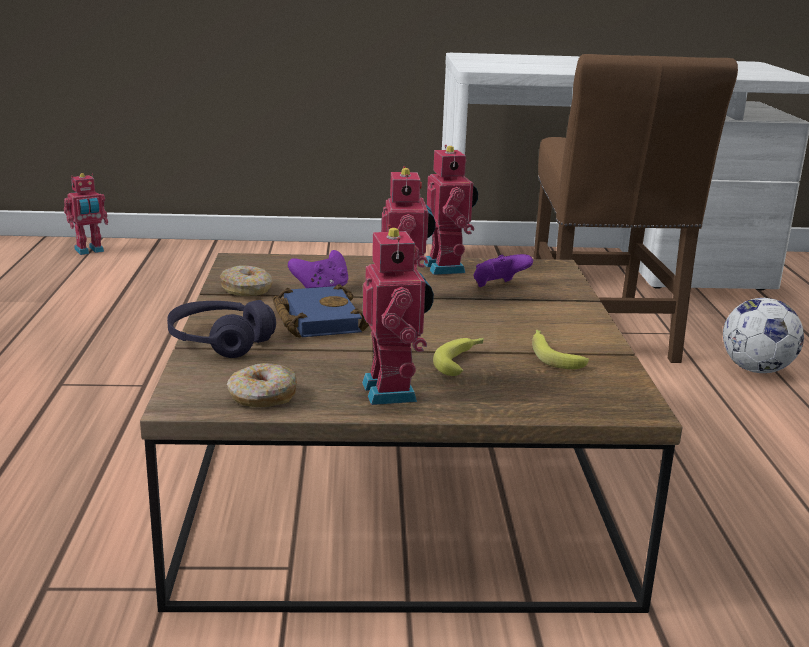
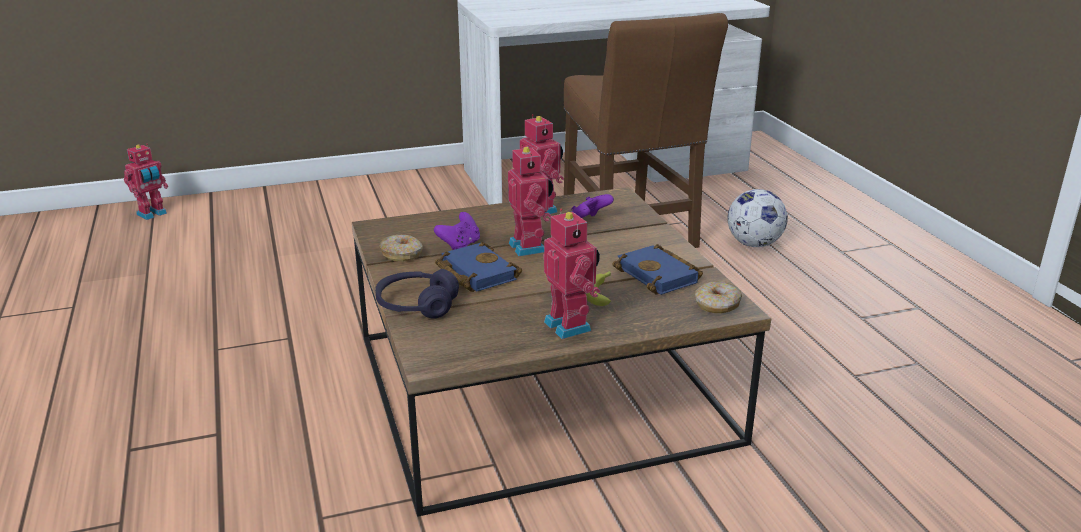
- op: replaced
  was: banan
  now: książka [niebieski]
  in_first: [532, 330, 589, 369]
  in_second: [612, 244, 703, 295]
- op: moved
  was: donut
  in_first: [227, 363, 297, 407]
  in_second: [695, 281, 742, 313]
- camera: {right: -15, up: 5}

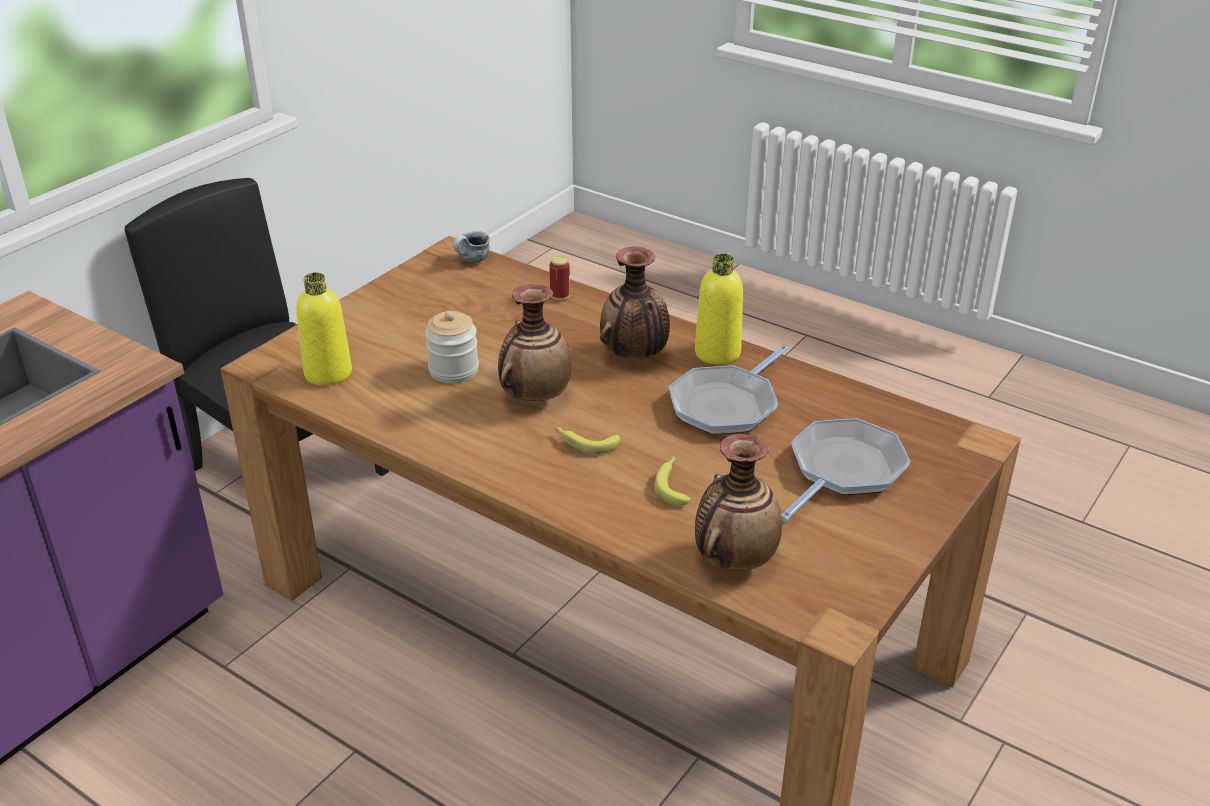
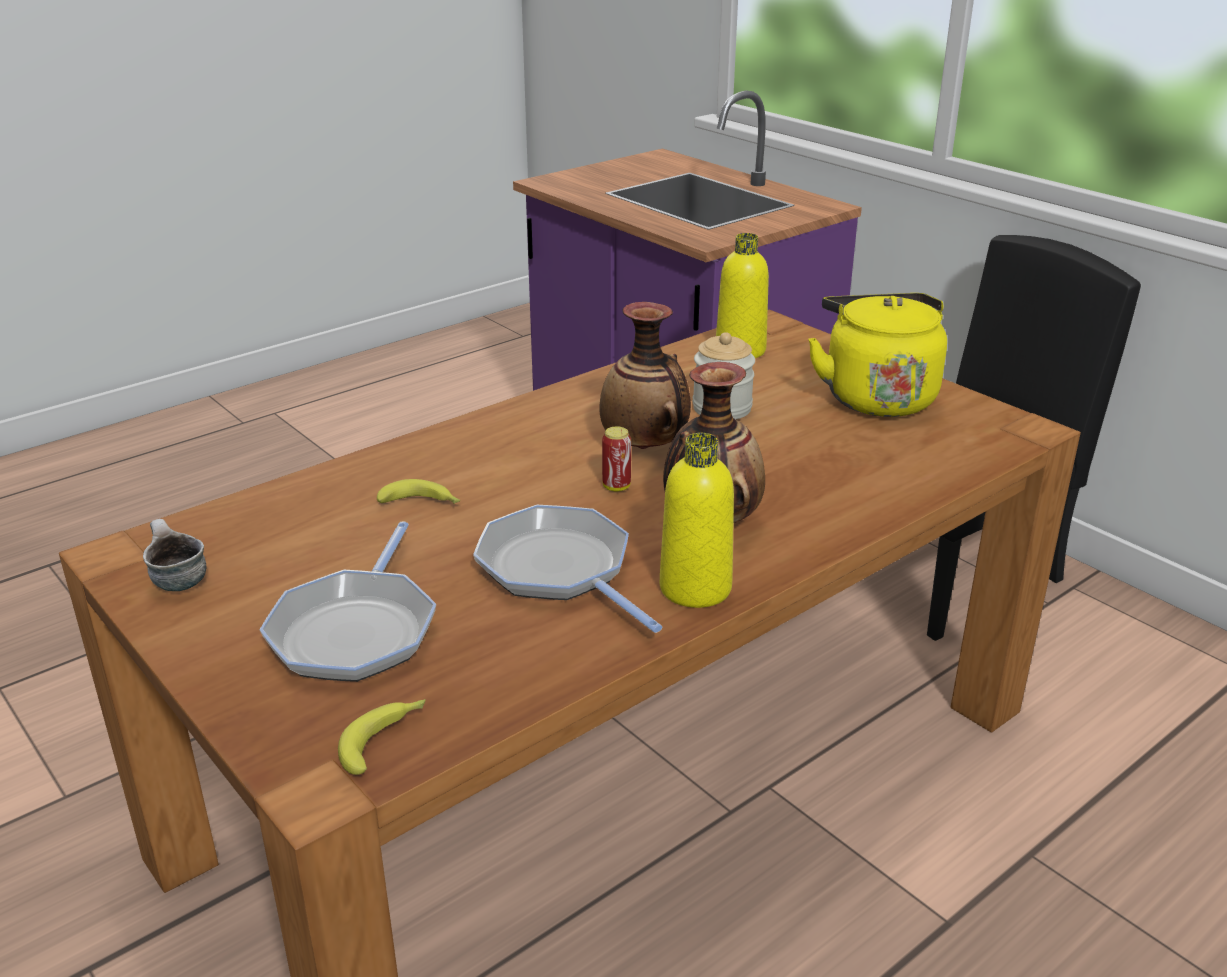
- op: moved
  was: kubek
  in_first: [453, 231, 490, 263]
  in_second: [143, 519, 207, 591]
- op: turned
  was: patelnia
  in_first: [781, 418, 910, 521]
  in_second: [259, 521, 436, 682]
  clockwise: 45
- op: moved
  was: banan
  in_first: [554, 427, 620, 454]
  in_second: [338, 699, 426, 775]
- op: moved
  was: puszka
  in_first: [549, 256, 570, 300]
  in_second: [602, 427, 631, 491]
- op: added
  now: czajnik [żółty]
  in_second: [808, 293, 947, 417]
- op: removed
  was: wazon
  in_first: [695, 434, 782, 570]
- camera: {right: 105, up: -5}

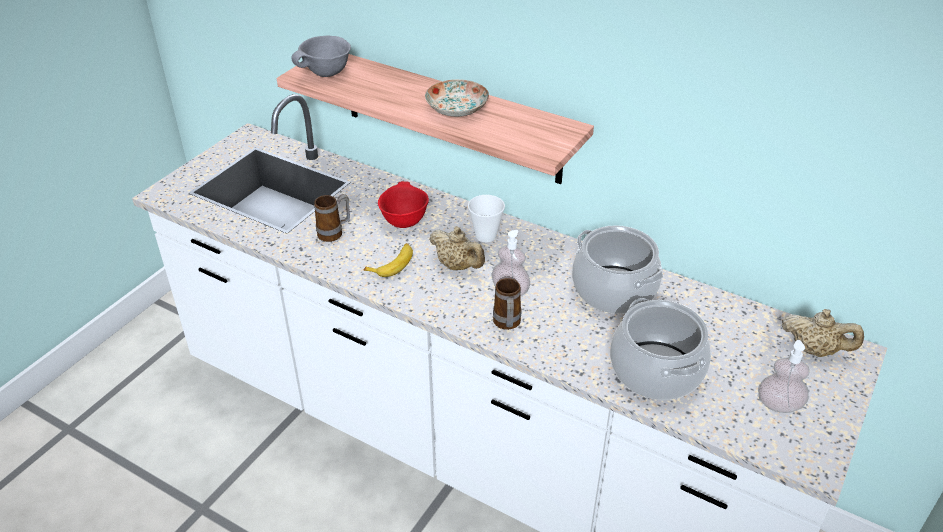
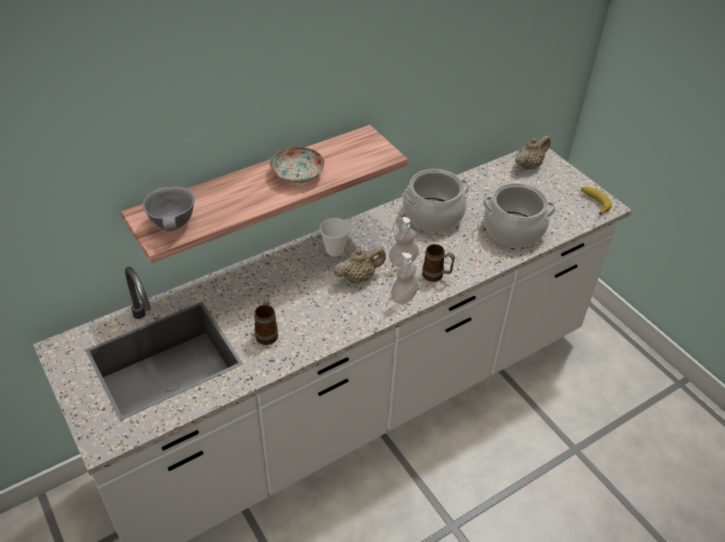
- op: moved
  was: dozownik mydła
  in_first: [758, 340, 810, 413]
  in_second: [391, 253, 419, 304]
- op: moved
  was: banan
  in_first: [363, 243, 413, 277]
  in_second: [581, 187, 612, 215]
- op: removed
  was: miska [czerwony]
  in_first: [378, 181, 429, 228]
- camera: {right: -65, up: 5}

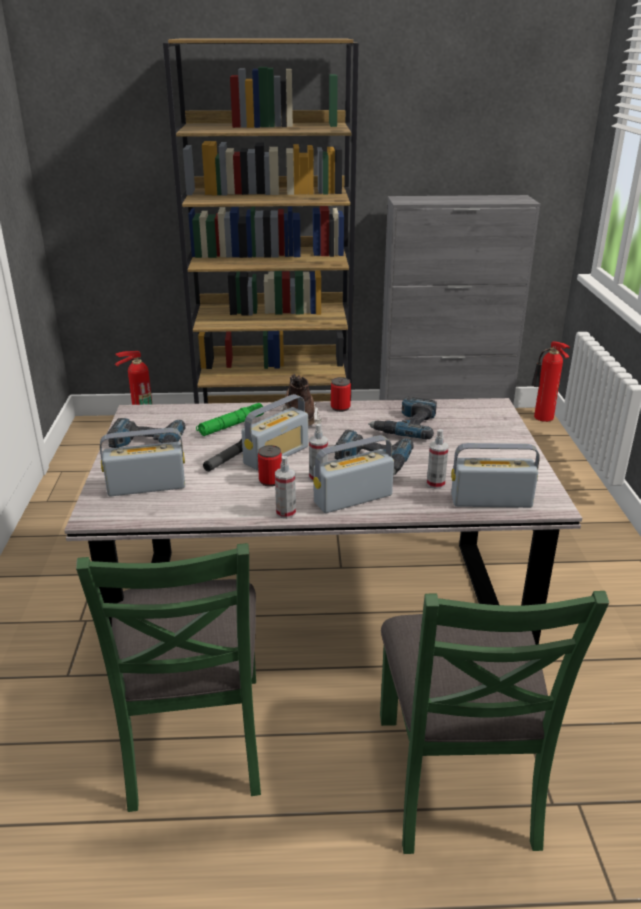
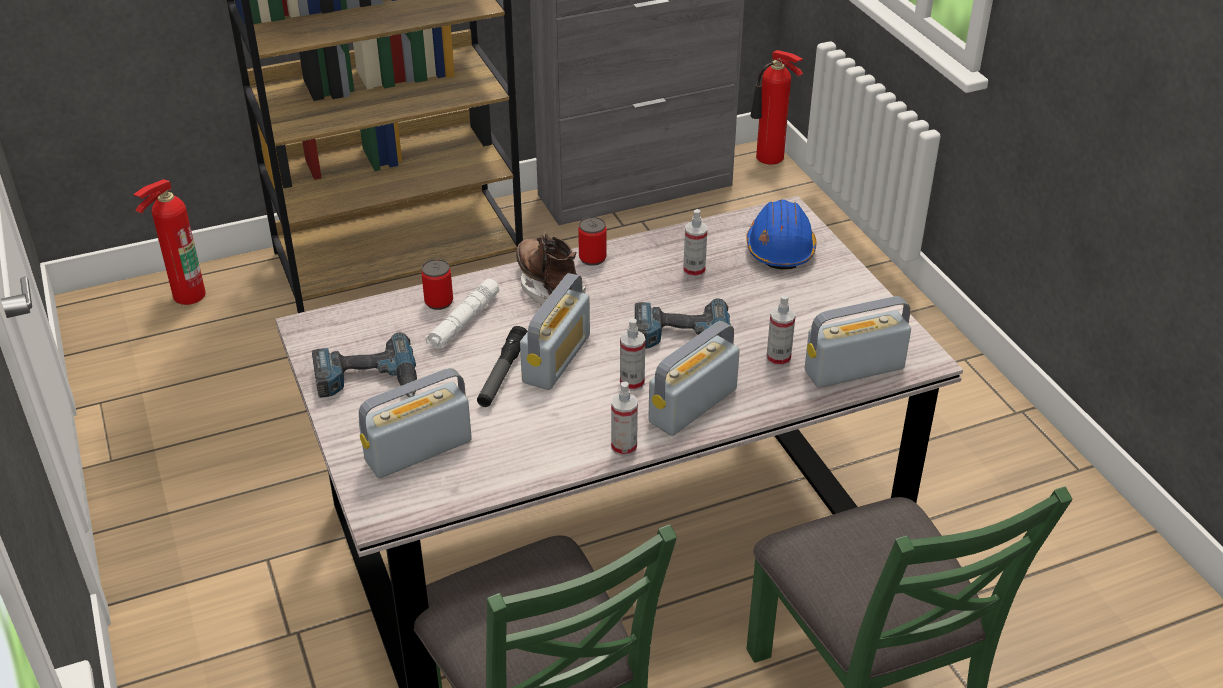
- op: moved
  was: puszka
  in_first: [258, 445, 282, 487]
  in_second: [421, 259, 453, 310]
- op: recoloured
  was: latarka [zielony]
  now: latarka [biały]
  in_first: [196, 403, 264, 436]
  in_second: [426, 279, 500, 349]
- op: replaced
  was: wiertarka
  now: spryskiwacz
  in_first: [368, 397, 437, 439]
  in_second: [683, 209, 707, 278]
- op: added
  now: kask [niebieski]
  in_second: [746, 200, 816, 270]
- camera: {right: -20, up: 10}

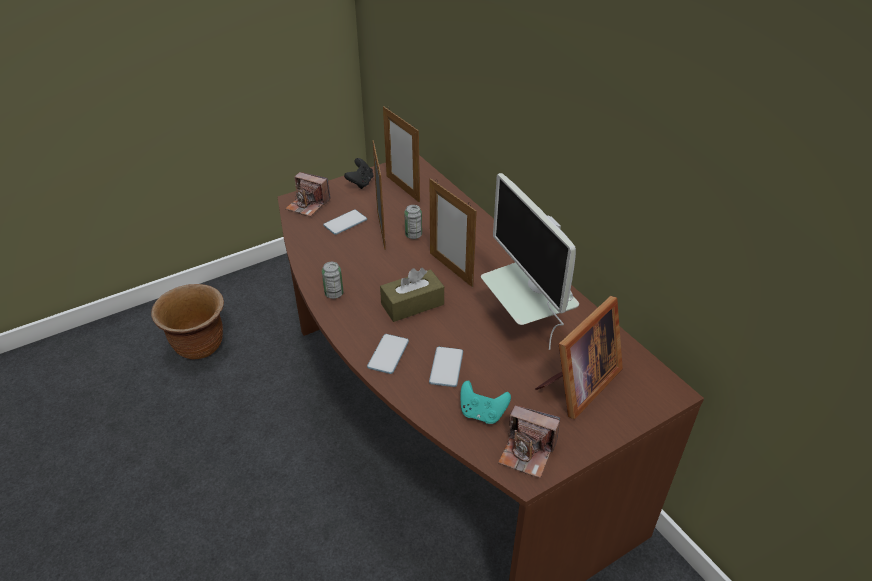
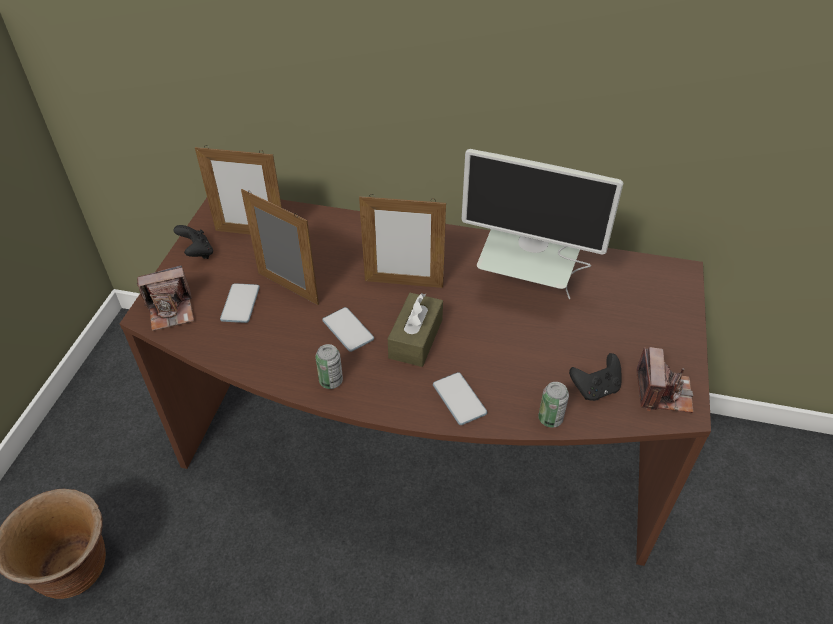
- op: moved
  was: telefon
  in_first: [429, 347, 463, 387]
  in_second: [322, 307, 374, 352]
- op: moved
  was: puszka
  in_first: [404, 205, 422, 239]
  in_second: [538, 382, 569, 428]
- op: recoloured
  was: pad do gier [turkusowy]
  now: pad do gier [czarny]
  in_first: [460, 381, 511, 424]
  in_second: [569, 353, 621, 401]
- op: turned
  was: aparat fotograficzny
  in_first: [498, 405, 560, 478]
  in_second: [636, 347, 694, 413]
  clockwise: -60
- op: removed
  was: ramka na zdjęcie
  in_first: [535, 296, 623, 419]
- camera: {right: -45, up: 5}

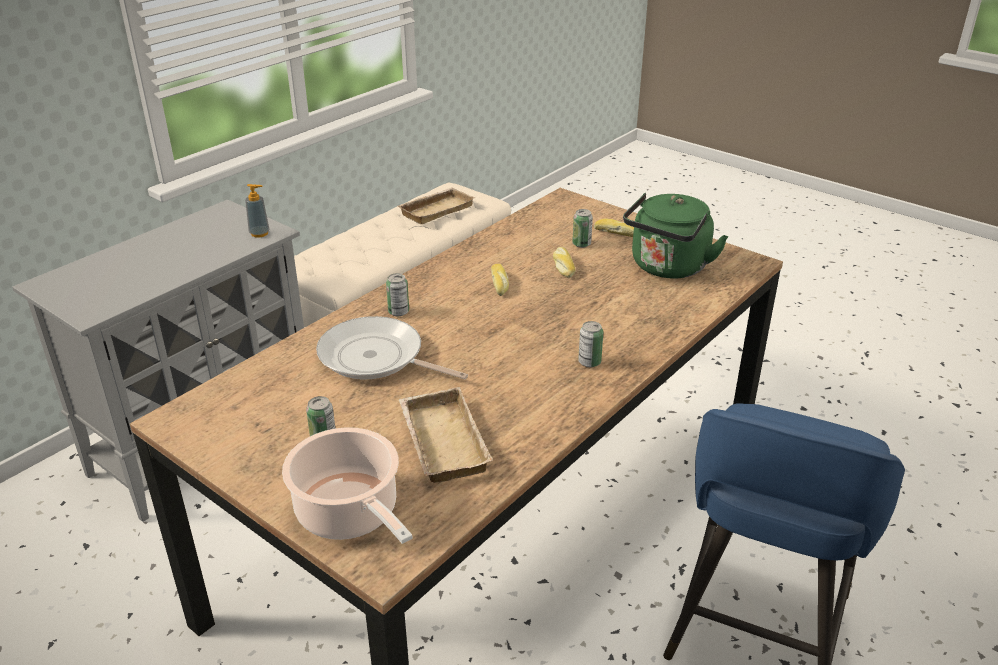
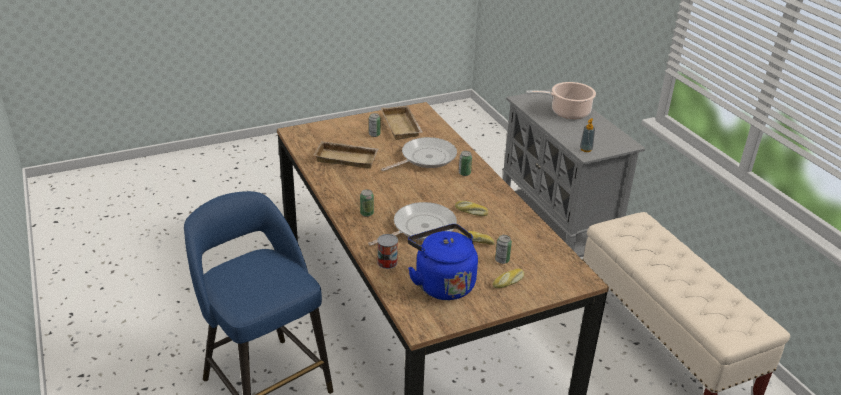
- op: added
  now: patelnia
  in_second: [368, 202, 457, 246]
- op: added
  now: puszka
  in_second: [377, 234, 398, 269]
- op: moved
  was: taca [beżowy]
  in_first: [398, 188, 475, 224]
  in_second: [381, 106, 423, 140]
- op: recoloured
  was: czajnik [zielony]
  now: czajnik [niebieski]
  in_first: [623, 193, 729, 279]
  in_second: [408, 224, 478, 300]
- op: moved
  was: garnek
  in_first: [282, 427, 413, 544]
  in_second: [526, 82, 596, 119]
- camera: {right: 115, up: 0}

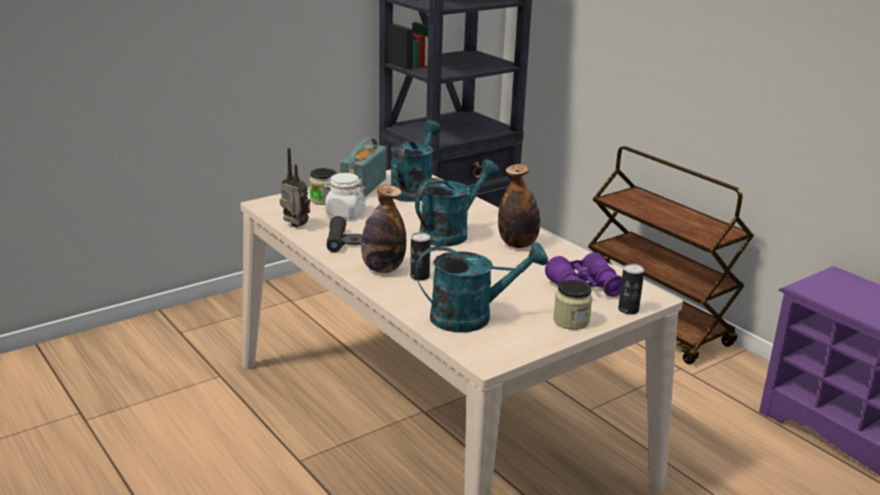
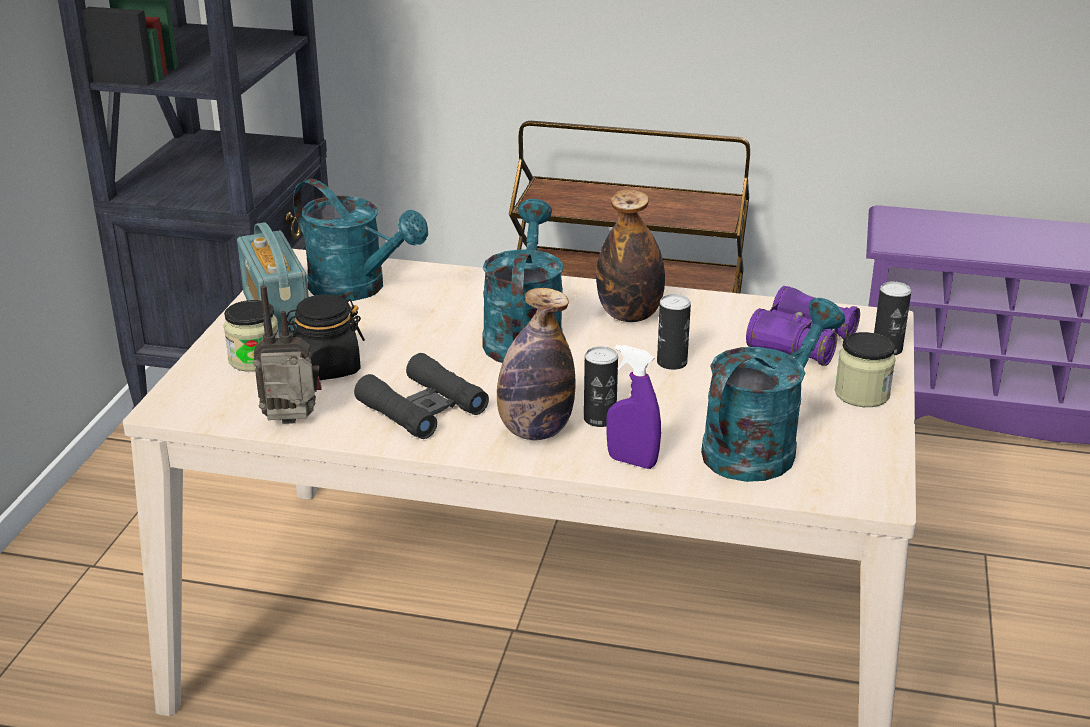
- op: recoloured
  was: słoik [biały]
  now: słoik [czarny]
  in_first: [324, 173, 366, 219]
  in_second: [286, 294, 365, 380]
- op: turned
  was: konewka [turkusowy]
  in_first: [390, 120, 441, 202]
  in_second: [293, 179, 428, 301]
  clockwise: 150
- op: added
  now: spryskiwacz [fioletowy]
  in_second: [606, 345, 661, 469]
- op: added
  now: puszka
  in_second: [657, 294, 691, 370]
- camera: {right: -40, up: 5}

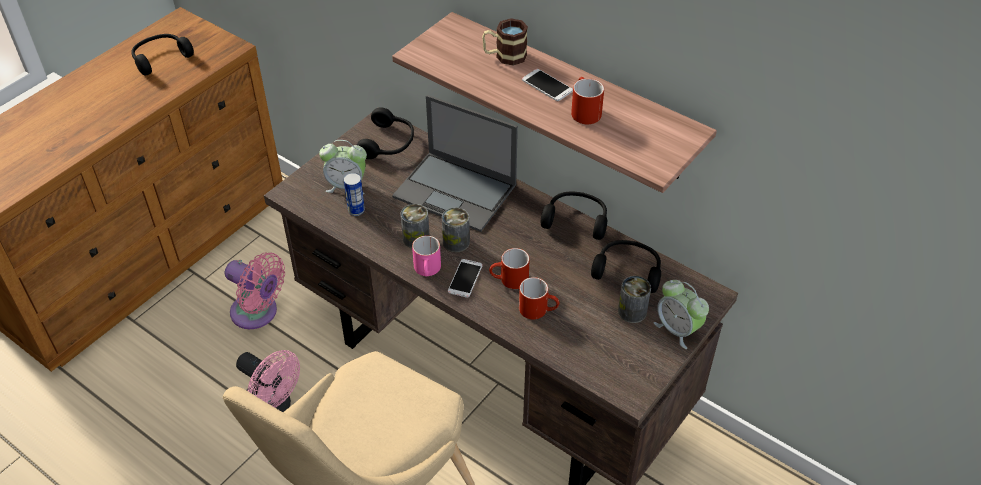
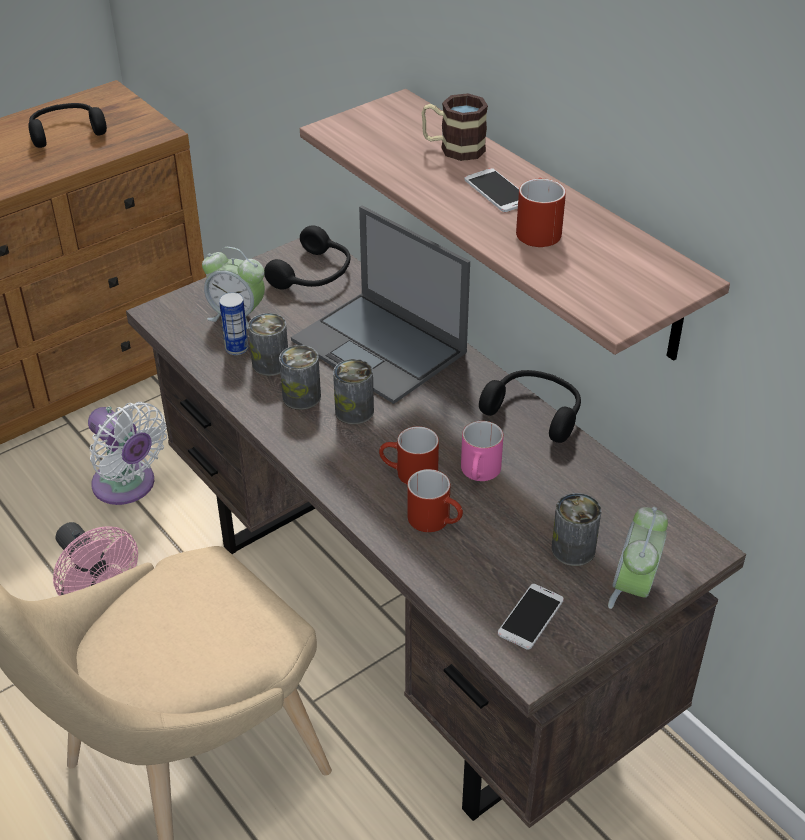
- op: recoloured
  was: wentylator [różowy]
  now: wentylator [biały]
  in_first: [225, 252, 285, 329]
  in_second: [88, 402, 167, 505]
- op: added
  now: puszka
  in_second: [248, 313, 288, 376]
- op: moved
  was: kubek [różowy]
  in_first: [412, 236, 441, 277]
  in_second: [461, 421, 503, 481]
- op: moved
  was: telefon
  in_first: [448, 259, 482, 298]
  in_second: [498, 584, 564, 650]
- op: turned
  was: budzik
  in_first: [654, 280, 709, 349]
  in_second: [608, 507, 668, 609]
  clockwise: 45
- op: removed
  was: słuchawki [czarny]
  in_first: [591, 240, 661, 293]
- camera: {right: 15, up: -5}

